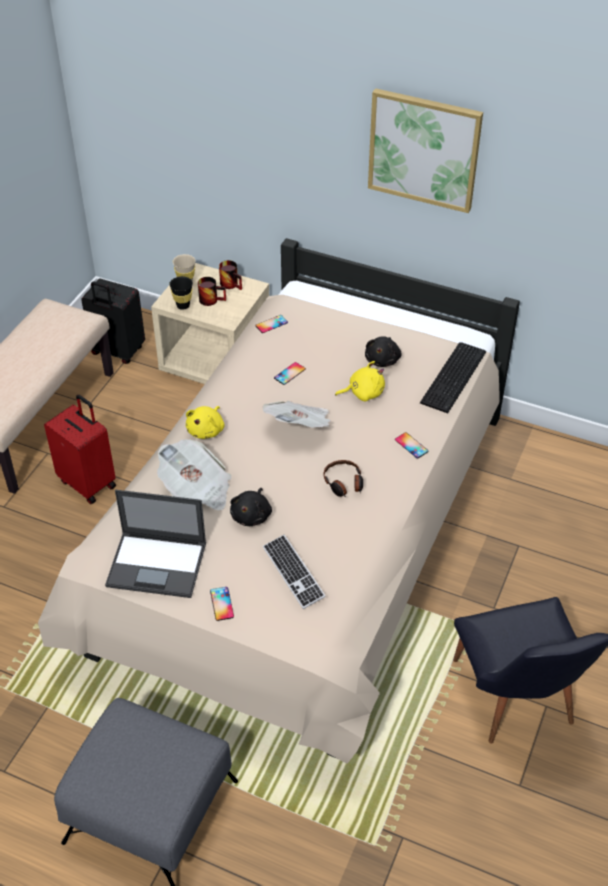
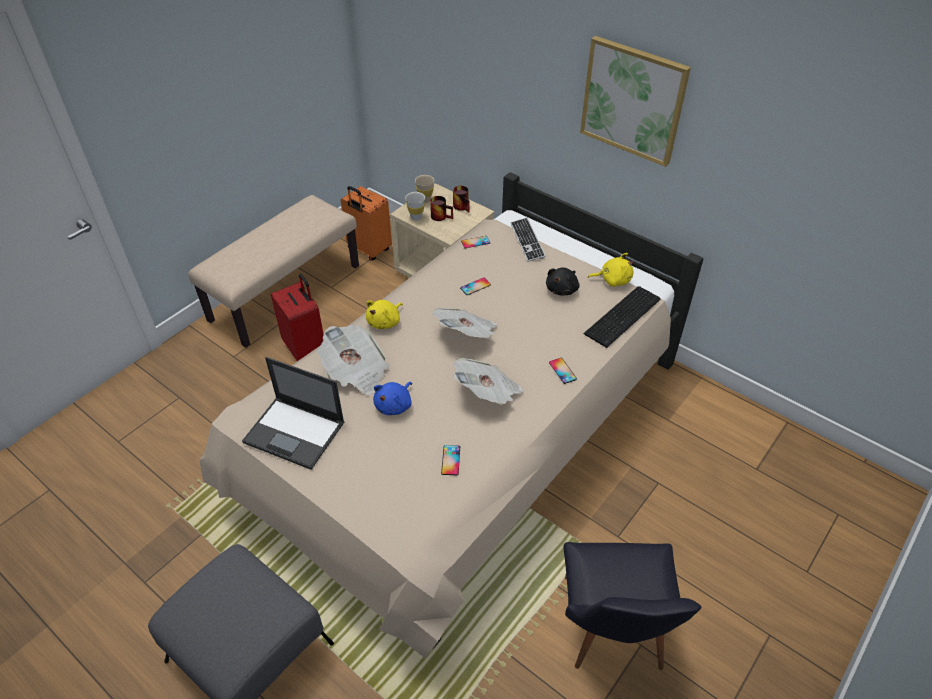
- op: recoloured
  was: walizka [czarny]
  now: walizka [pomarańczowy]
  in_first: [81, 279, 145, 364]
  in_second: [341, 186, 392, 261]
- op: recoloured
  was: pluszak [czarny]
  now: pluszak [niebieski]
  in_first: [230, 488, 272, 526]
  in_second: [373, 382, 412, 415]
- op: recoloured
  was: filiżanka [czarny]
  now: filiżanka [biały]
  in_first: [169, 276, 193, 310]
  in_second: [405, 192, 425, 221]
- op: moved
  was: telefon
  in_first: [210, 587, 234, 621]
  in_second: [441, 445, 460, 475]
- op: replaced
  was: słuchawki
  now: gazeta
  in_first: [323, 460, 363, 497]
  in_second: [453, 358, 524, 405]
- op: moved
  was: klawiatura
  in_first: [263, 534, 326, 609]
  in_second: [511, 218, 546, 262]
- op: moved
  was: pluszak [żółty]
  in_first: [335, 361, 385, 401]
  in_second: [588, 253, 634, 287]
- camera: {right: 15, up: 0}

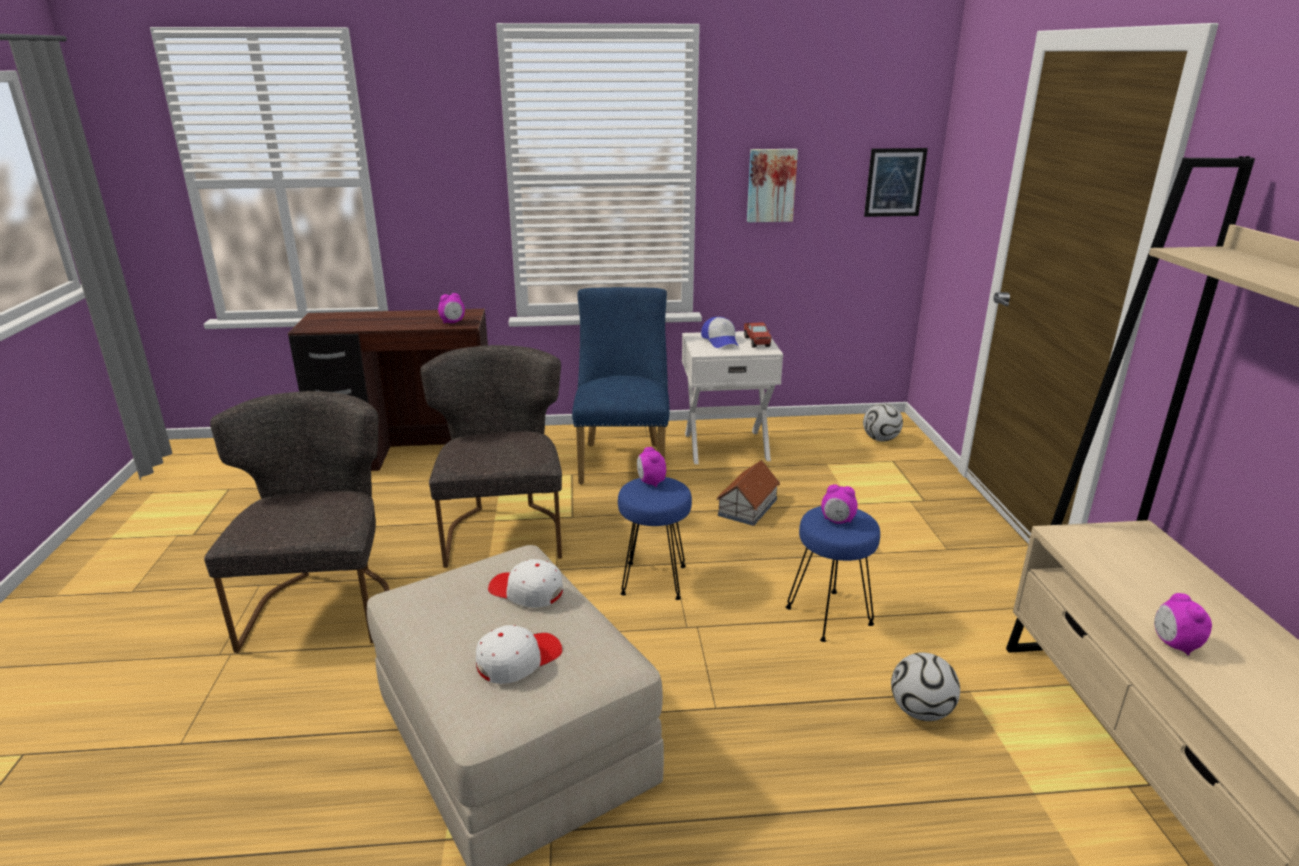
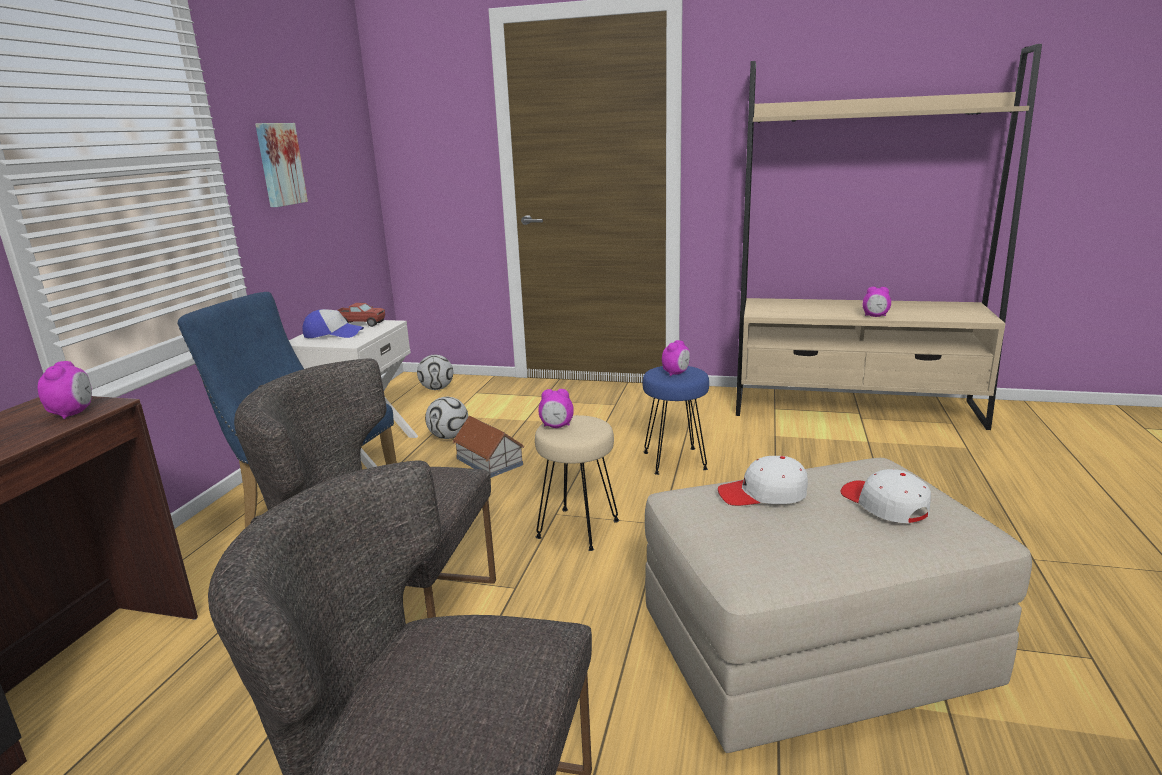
- op: moved
  was: piłka futbolowa
  in_first: [891, 653, 960, 721]
  in_second: [425, 397, 468, 439]
- op: recoloured
  was: stołek [niebieski]
  now: stołek [beżowy]
  in_first: [618, 477, 692, 600]
  in_second: [535, 415, 619, 551]
- op: turned
  was: czapka z daszkiem [biały]
  in_first: [488, 559, 563, 608]
  in_second: [718, 456, 808, 506]
  clockwise: 45
- op: removed
  was: obraz
  in_first: [864, 148, 928, 217]
- camera: {right: -70, up: -5}

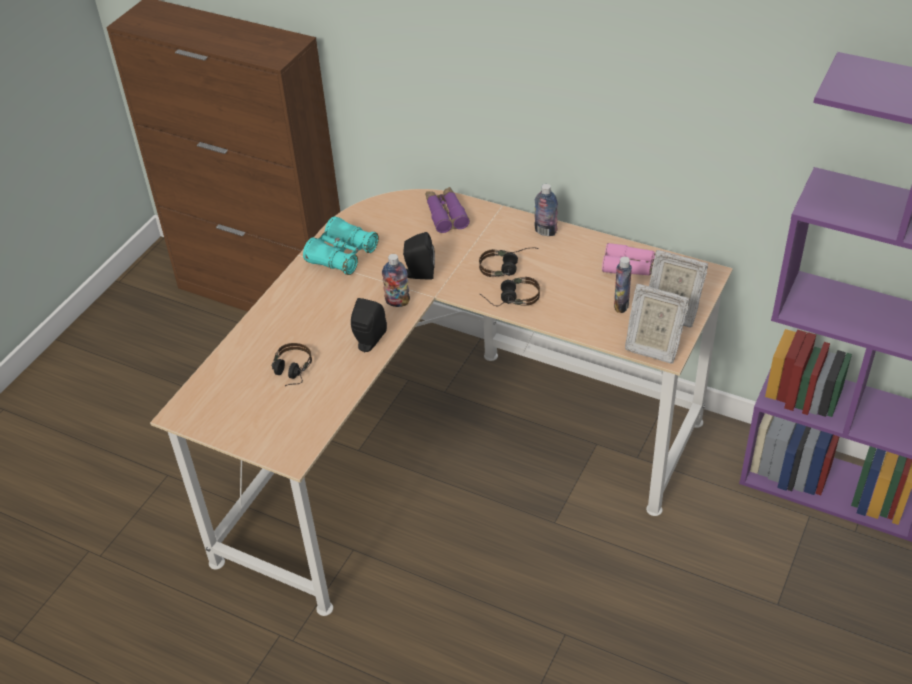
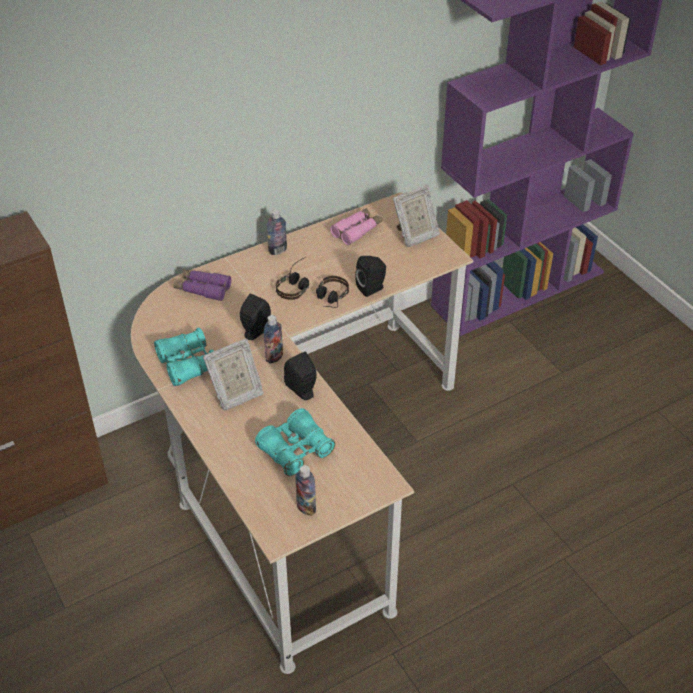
- op: moved
  was: ramka na zdjęcie
  in_first: [625, 284, 689, 363]
  in_second: [203, 338, 264, 410]
- op: replaced
  was: słuchawki
  now: lornetka [turkusowy]
  in_first: [272, 343, 312, 386]
  in_second: [255, 408, 335, 476]
- op: moved
  was: butelka
  in_first: [614, 257, 632, 313]
  in_second: [295, 465, 316, 516]
- op: added
  now: głośnik [czarny]
  in_second: [355, 256, 386, 297]
- camera: {right: -60, up: 0}

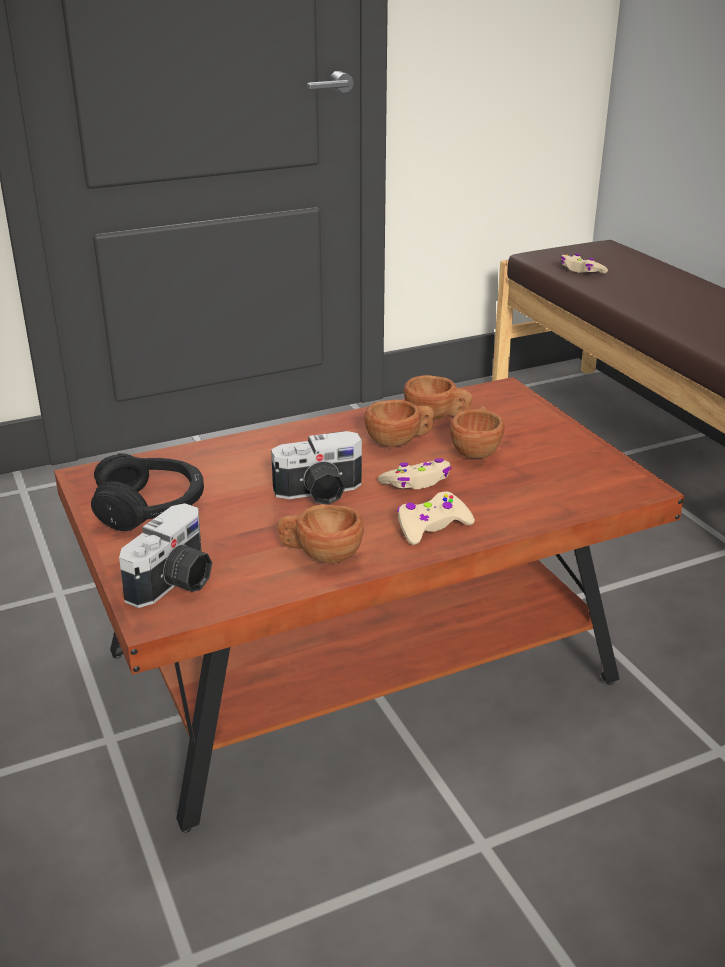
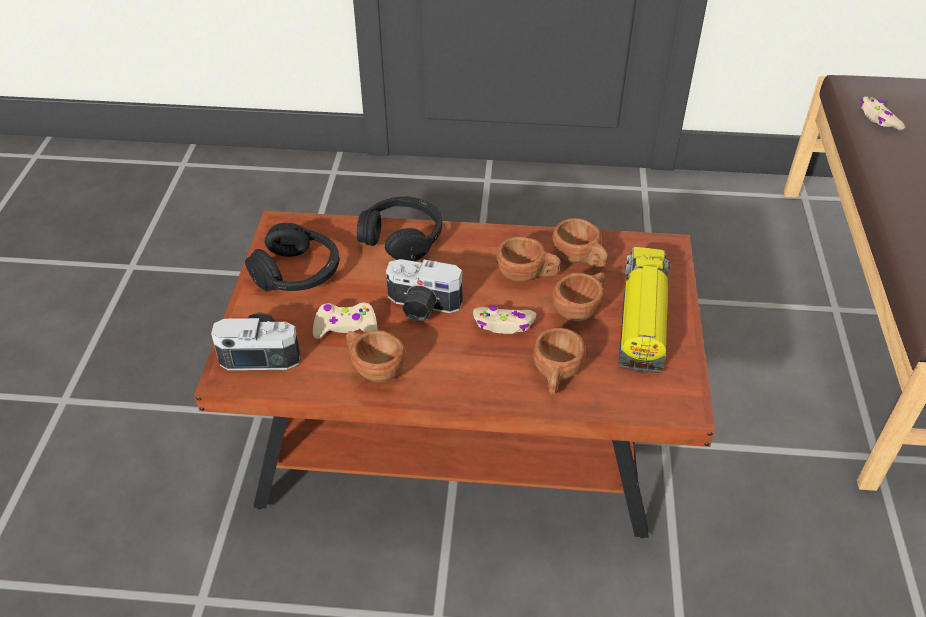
- op: turned
  was: aparat fotograficzny
  in_first: [119, 503, 212, 608]
  in_second: [211, 312, 300, 370]
  clockwise: -150
- op: moved
  was: pad do gier [beżowy]
  in_first: [397, 491, 475, 545]
  in_second: [313, 303, 377, 339]
- op: added
  now: słuchawki [czarny]
  in_second: [357, 196, 442, 261]
- op: added
  now: filiżanka [brązowy]
  in_second: [533, 328, 586, 395]
- op: added
  now: ciężarówka zabawkowa
  in_second: [619, 247, 671, 373]
- camera: {right: 30, up: 15}

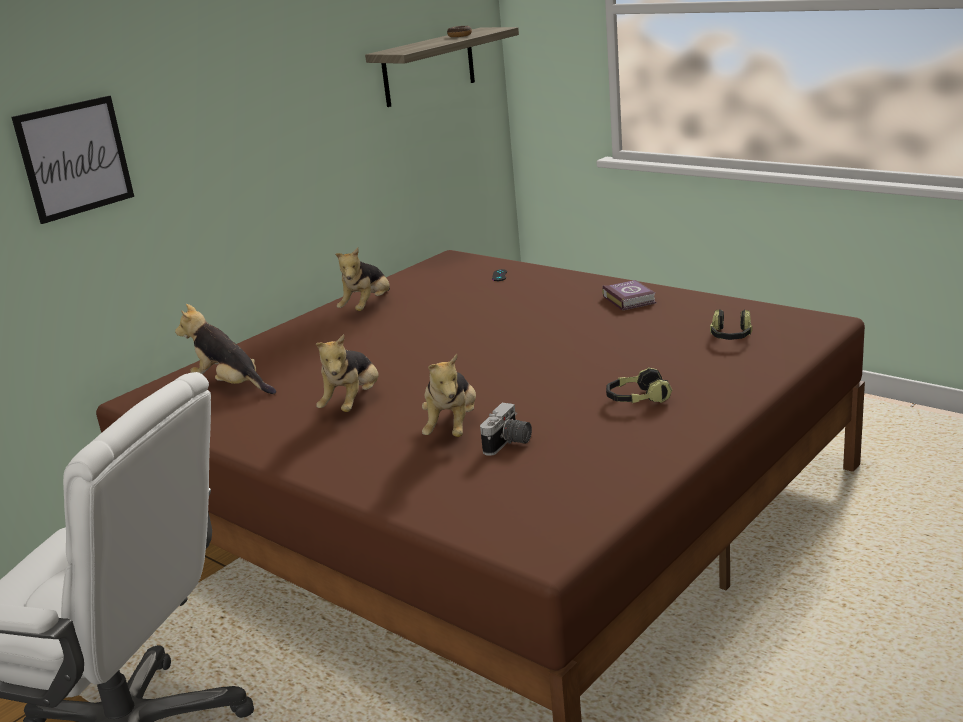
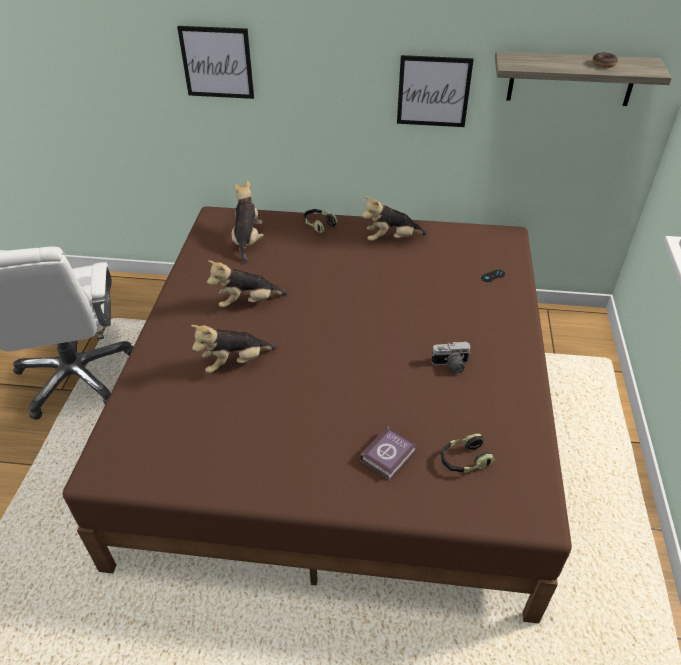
- op: moved
  was: słuchawki
  in_first: [606, 367, 672, 403]
  in_second: [303, 209, 338, 233]
- op: moved
  was: książka
  in_first: [602, 280, 656, 311]
  in_second: [360, 426, 417, 480]
- op: added
  now: obraz
  in_second: [397, 55, 474, 127]
- op: moved
  was: aparat fotograficzny
  in_first: [480, 403, 532, 456]
  in_second: [431, 342, 471, 374]
- camera: {right: 55, up: 20}

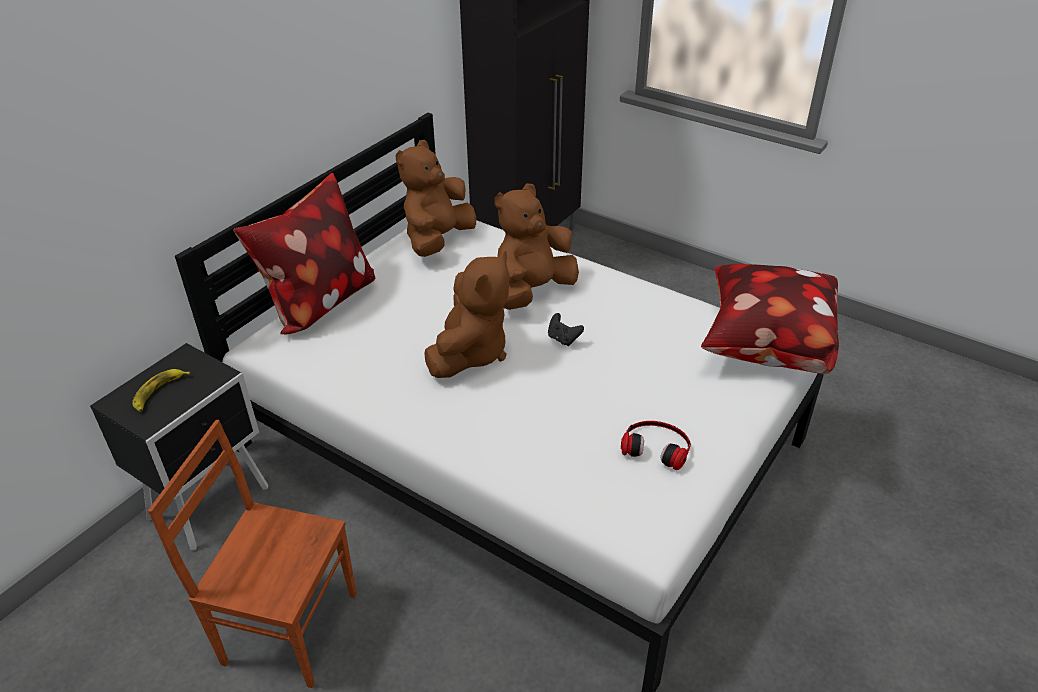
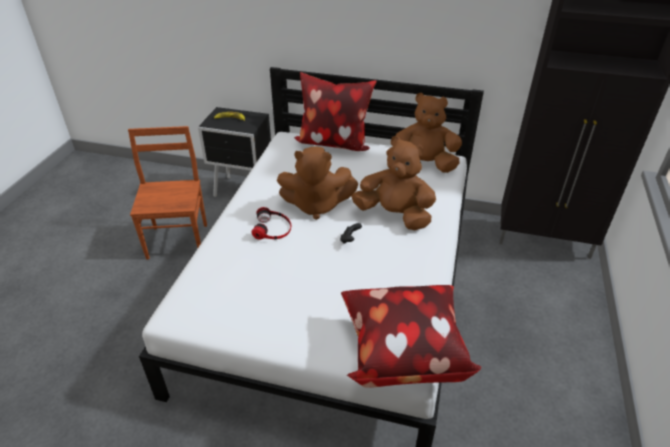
- op: moved
  was: słuchawki
  in_first: [621, 421, 691, 470]
  in_second: [252, 207, 291, 240]
- camera: {right: 70, up: 0}

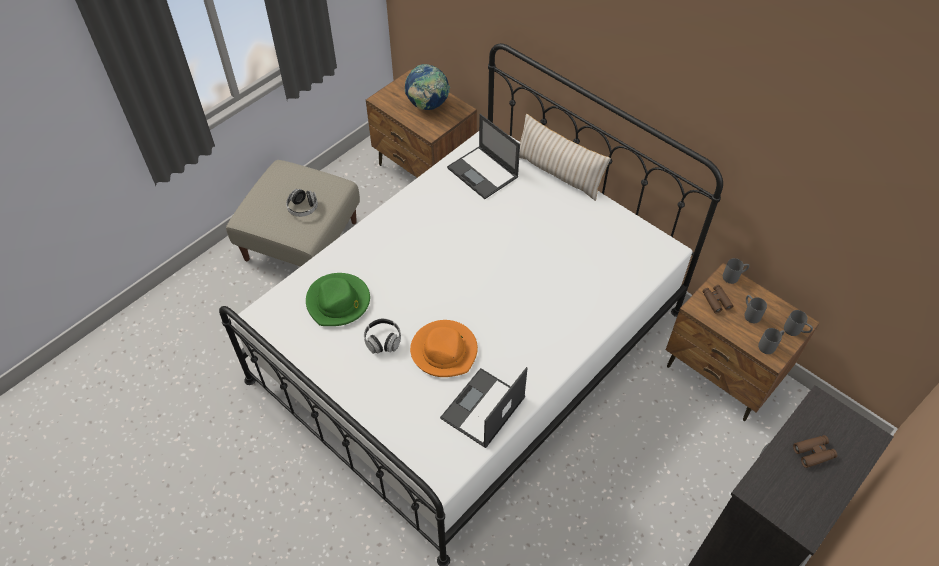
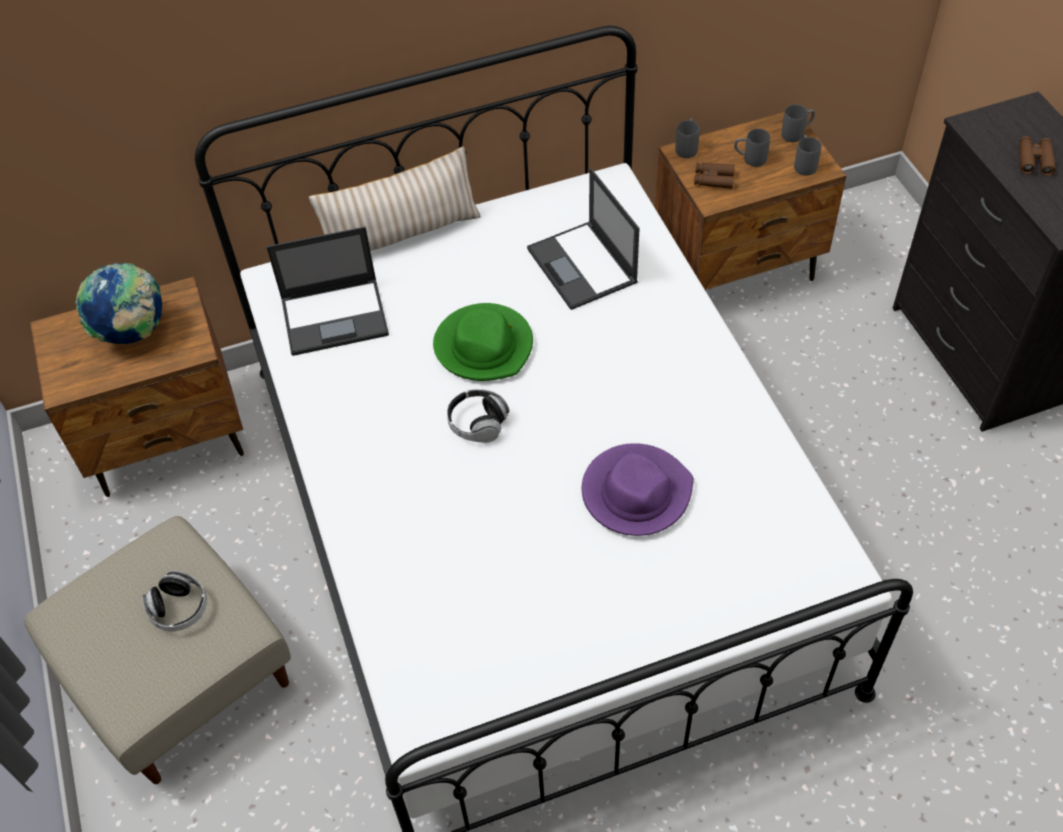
- op: moved
  was: kapelusz [zielony]
  in_first: [306, 273, 370, 326]
  in_second: [433, 303, 533, 381]
- op: moved
  was: słuchawki
  in_first: [364, 318, 401, 354]
  in_second: [447, 389, 510, 443]
- op: moved
  was: laptop
  in_first: [440, 367, 528, 448]
  in_second: [527, 168, 640, 310]
- op: recoloured
  was: kapelusz [pomarańczowy]
  now: kapelusz [fioletowy]
  in_first: [410, 320, 478, 377]
  in_second: [582, 443, 694, 536]
- camera: {right: -60, up: 0}

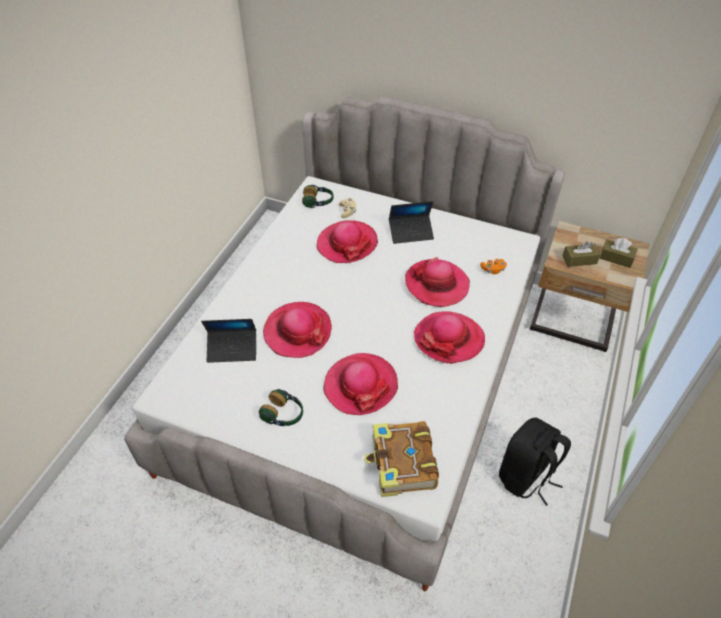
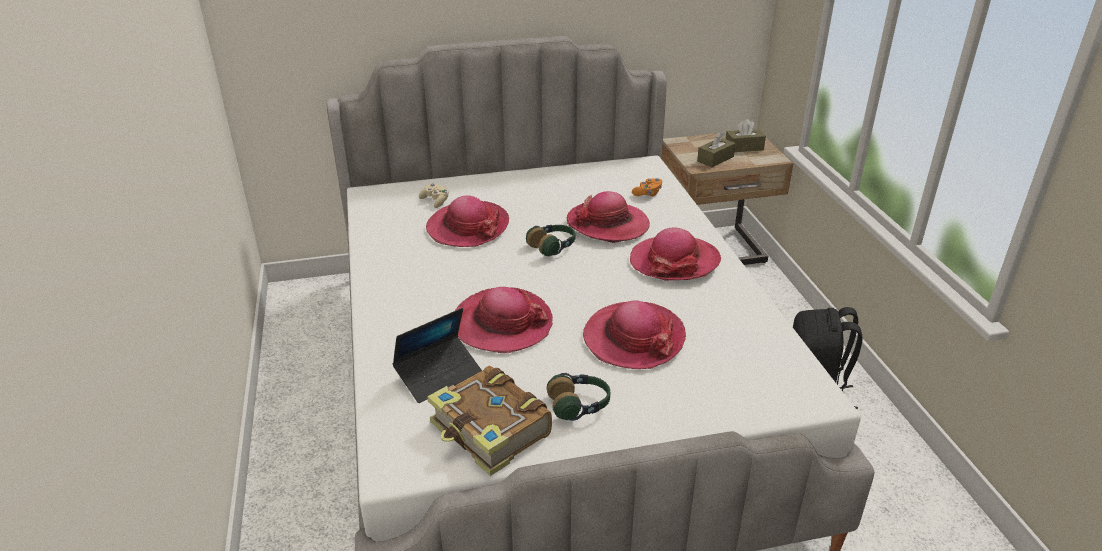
- op: moved
  was: książka
  in_first: [364, 421, 439, 497]
  in_second: [427, 366, 552, 476]
- op: moved
  was: słuchawki
  in_first: [302, 185, 334, 208]
  in_second: [526, 225, 575, 256]
- op: removed
  was: laptop
  in_first: [389, 201, 434, 244]
- camera: {right: -35, up: -15}

